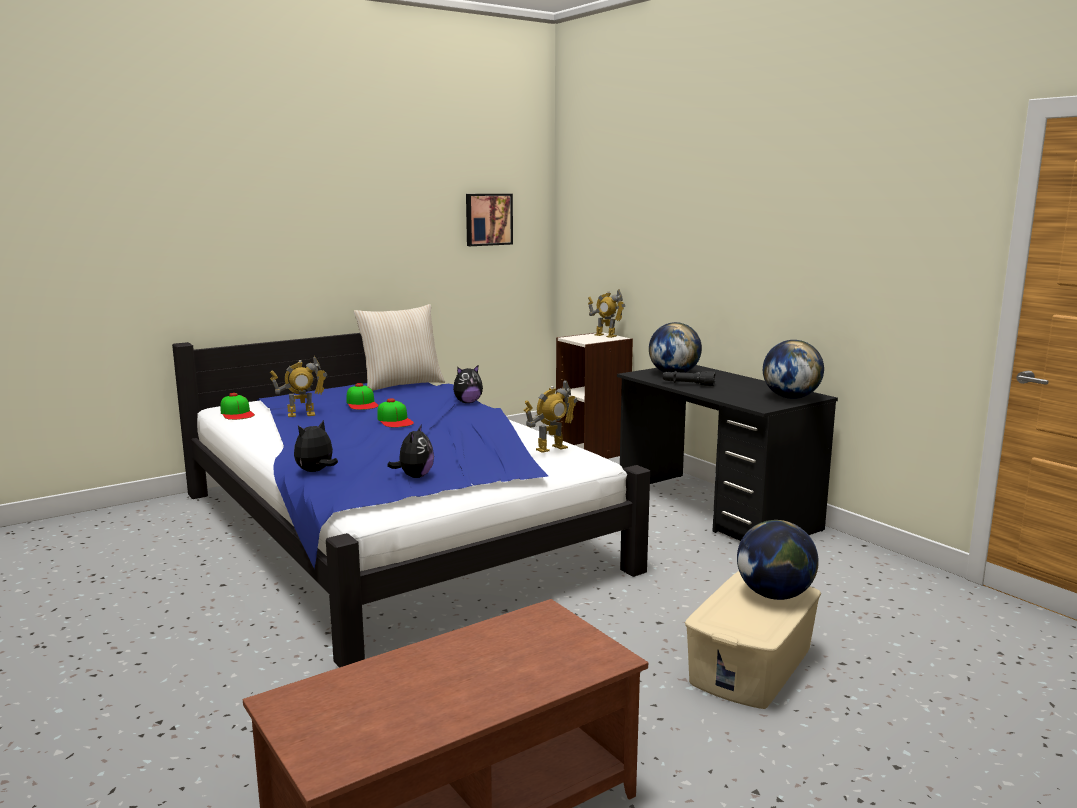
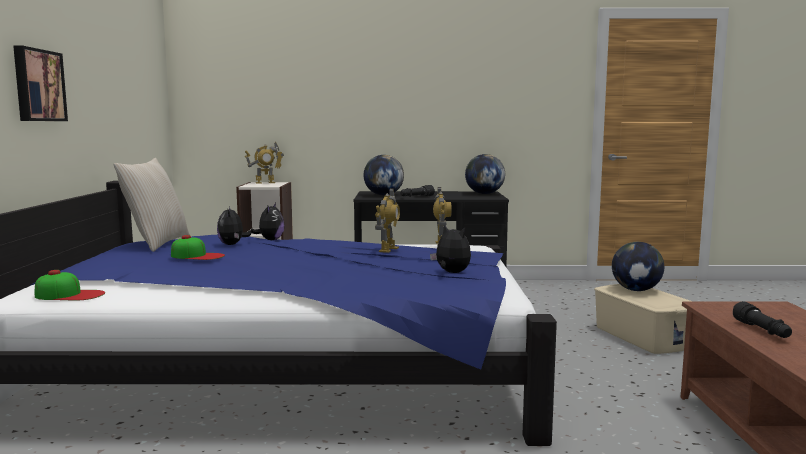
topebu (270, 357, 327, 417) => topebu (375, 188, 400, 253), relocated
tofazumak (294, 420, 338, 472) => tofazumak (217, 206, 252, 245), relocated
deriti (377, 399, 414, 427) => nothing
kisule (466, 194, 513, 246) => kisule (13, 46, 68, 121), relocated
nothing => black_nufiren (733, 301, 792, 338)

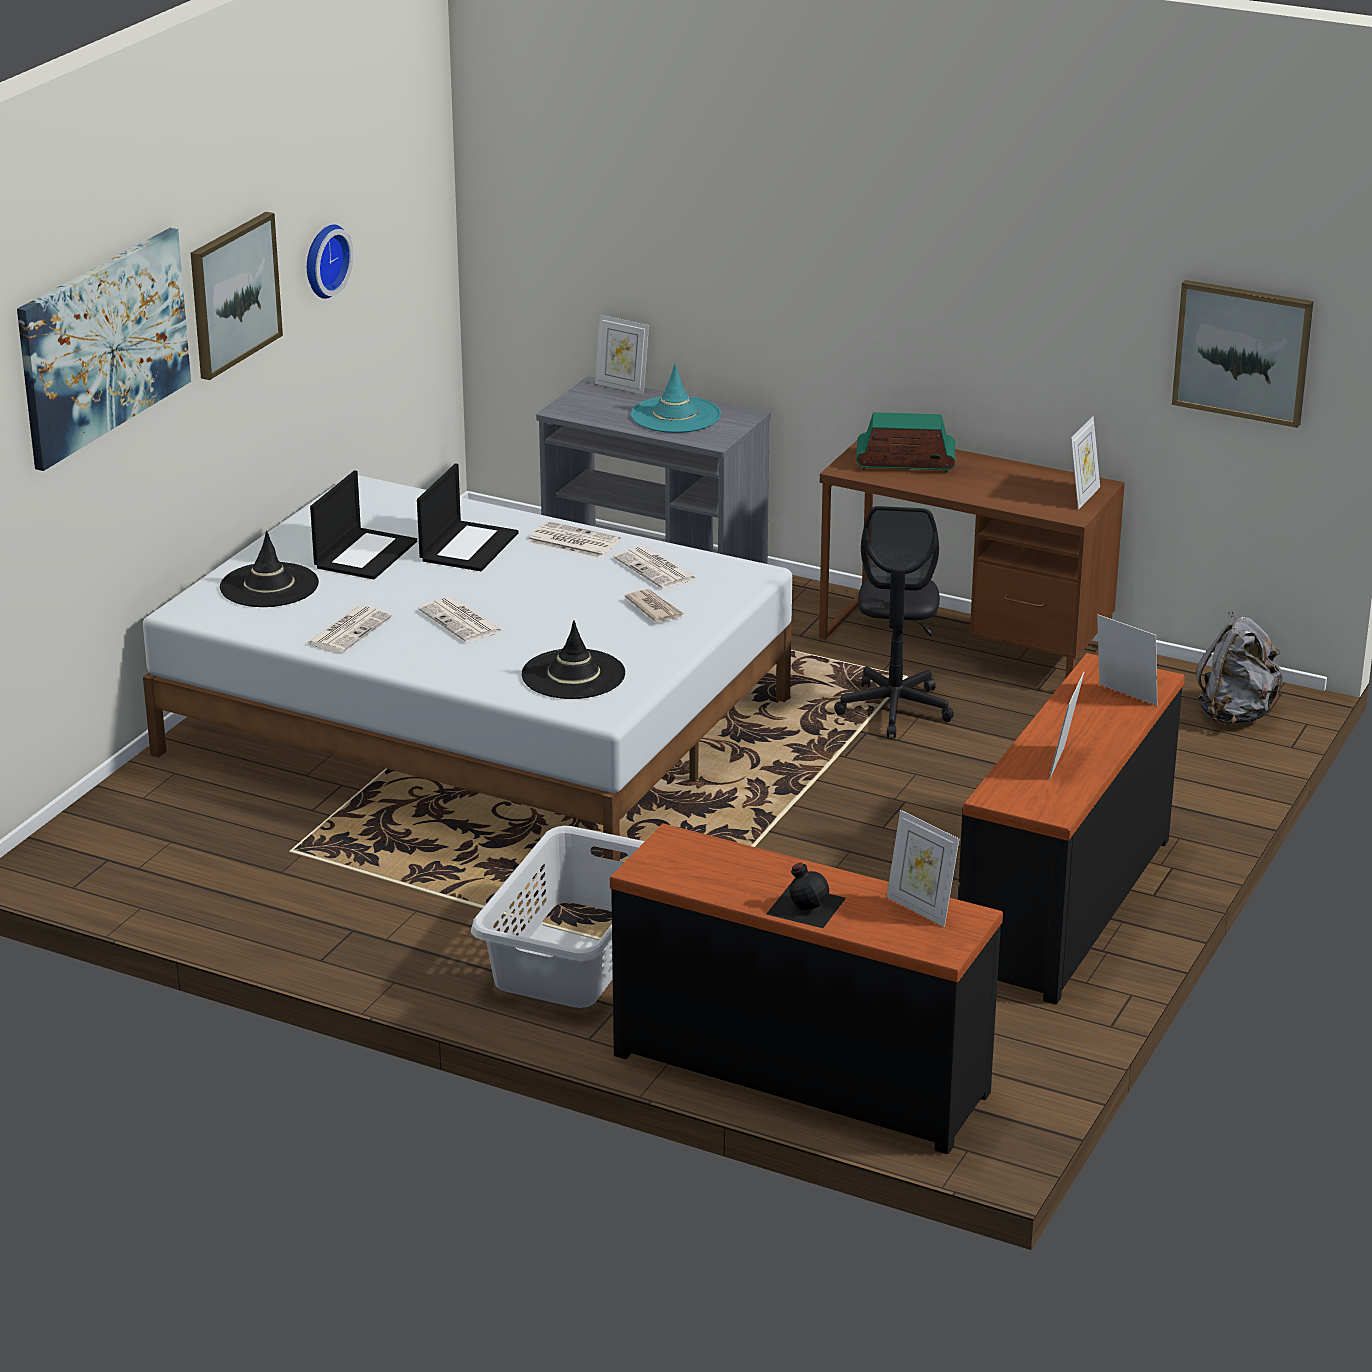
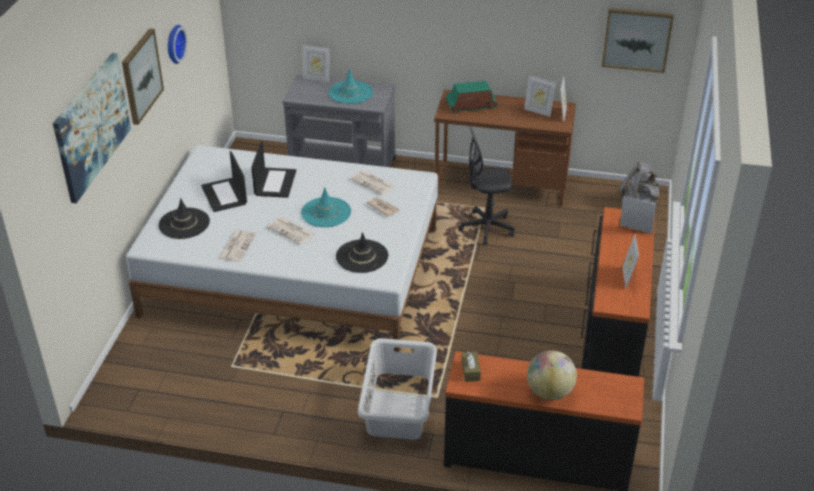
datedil (310, 470, 417, 579) => datedil (201, 151, 247, 212), 150 degrees clockwise
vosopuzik (527, 521, 621, 558) => nothing
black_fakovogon (766, 862, 846, 928) => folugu (527, 350, 577, 400)
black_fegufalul (834, 506, 954, 738) => black_fegufalul (458, 125, 515, 245), 90 degrees clockwise
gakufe (887, 810, 959, 927) => gakufe (524, 75, 556, 117), relocated
nothing => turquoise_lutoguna (301, 187, 351, 227)
nothing => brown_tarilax (461, 352, 481, 382)

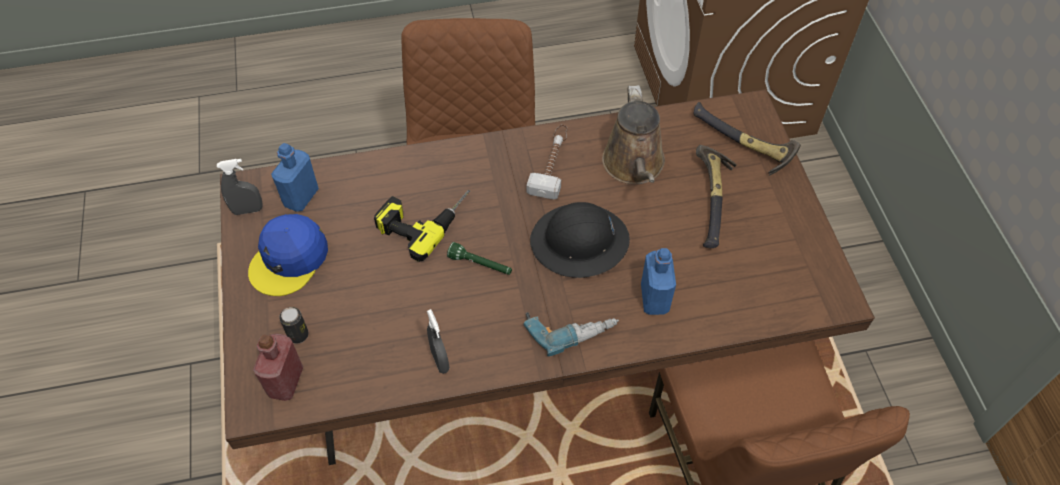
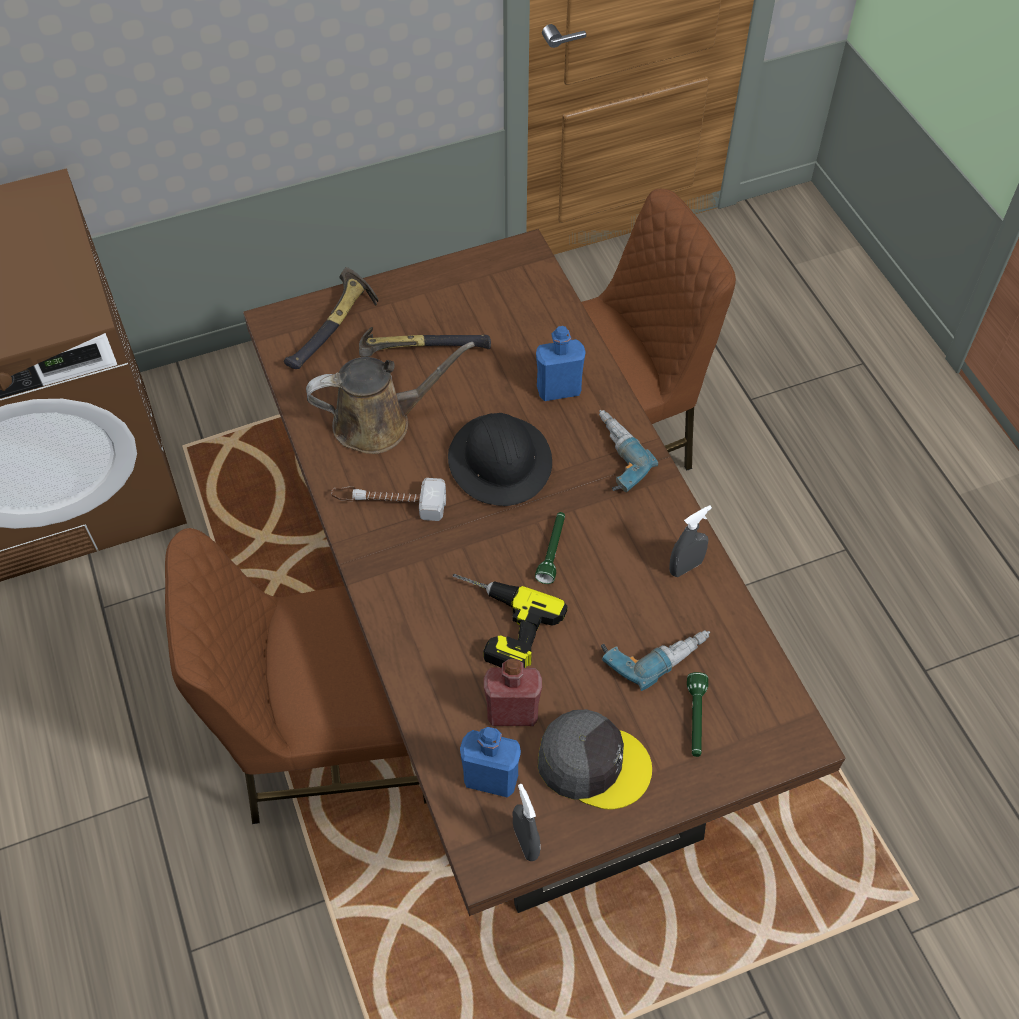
blue_deriti (248, 214, 328, 296) => grey_deriti (538, 709, 652, 810)
red_fakovogon (253, 334, 303, 401) => red_fakovogon (484, 659, 542, 726), relocated
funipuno (279, 307, 309, 344) => green_nufiren (687, 672, 708, 757)
nothing => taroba (601, 630, 710, 691)

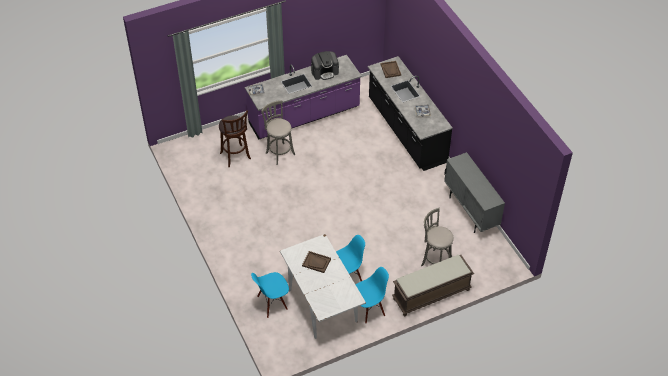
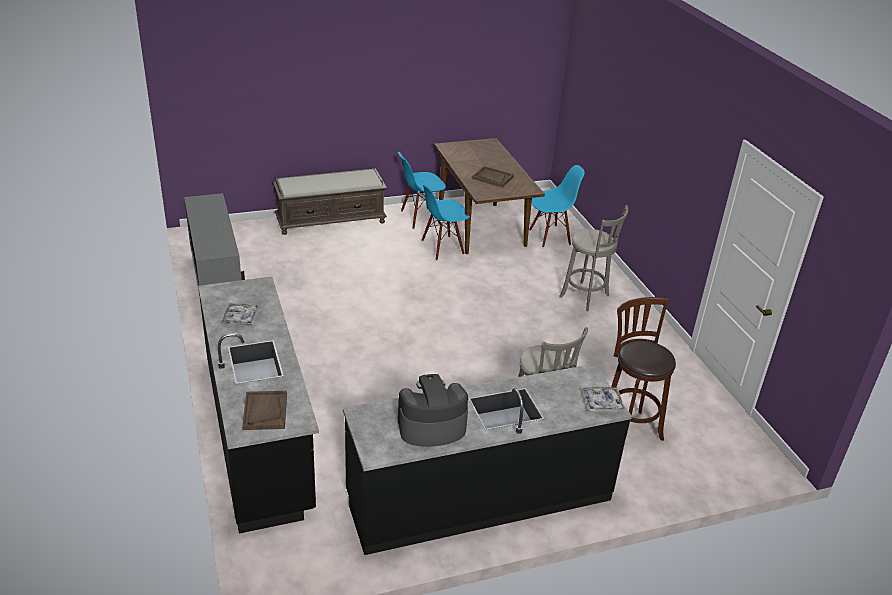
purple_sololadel (245, 55, 362, 139) => black_sololadel (343, 364, 632, 555)
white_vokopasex (280, 234, 366, 339) => brown_vokopasex (434, 138, 545, 254)
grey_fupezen (421, 208, 454, 266) => grey_fupezen (559, 205, 628, 311), relocated

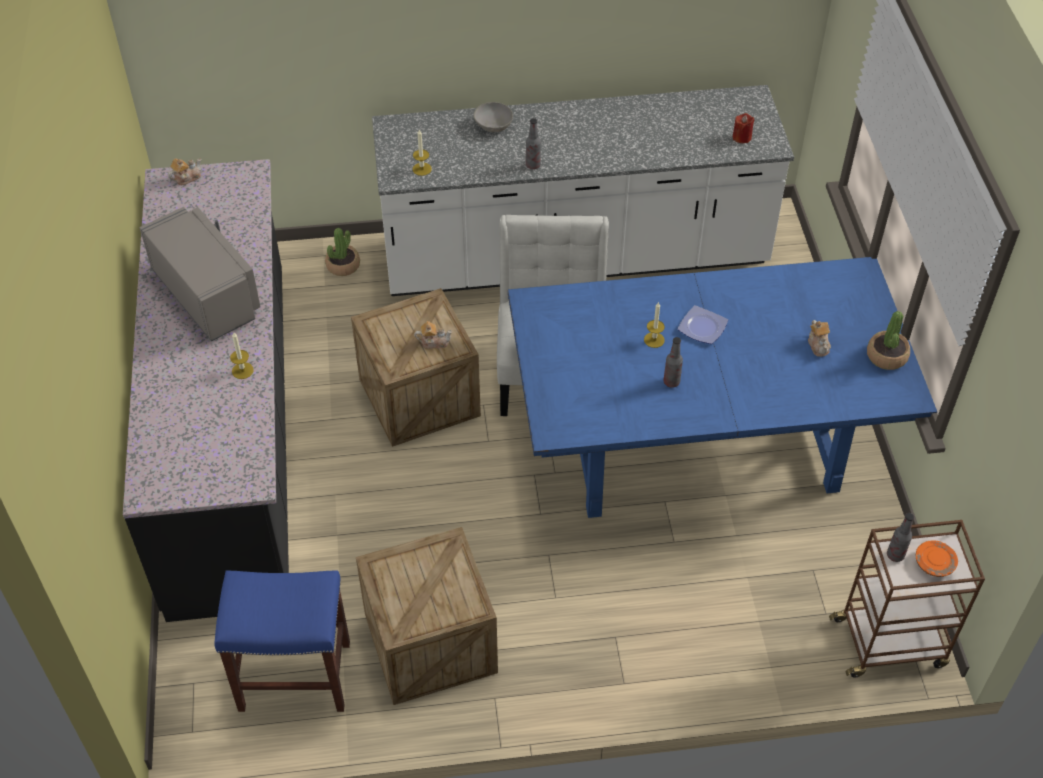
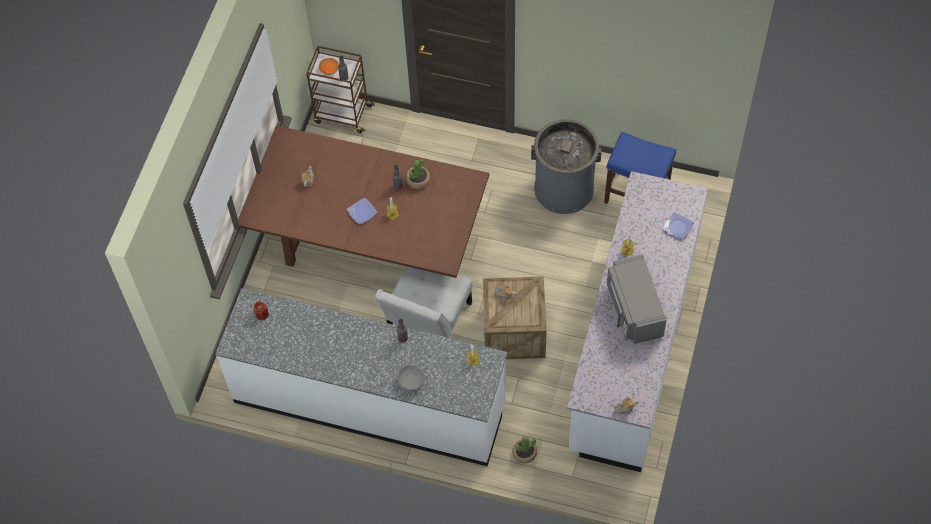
black_sololadel (123, 159, 289, 622) => white_sololadel (567, 171, 708, 472)
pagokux (356, 527, 498, 705) => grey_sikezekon (531, 119, 602, 214)
blue_vokopasex (508, 257, 937, 518) => brown_vokopasex (238, 125, 489, 278)
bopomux (867, 311, 910, 370) => bopomux (406, 159, 430, 189), relocated
nothing => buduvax (663, 212, 694, 240)

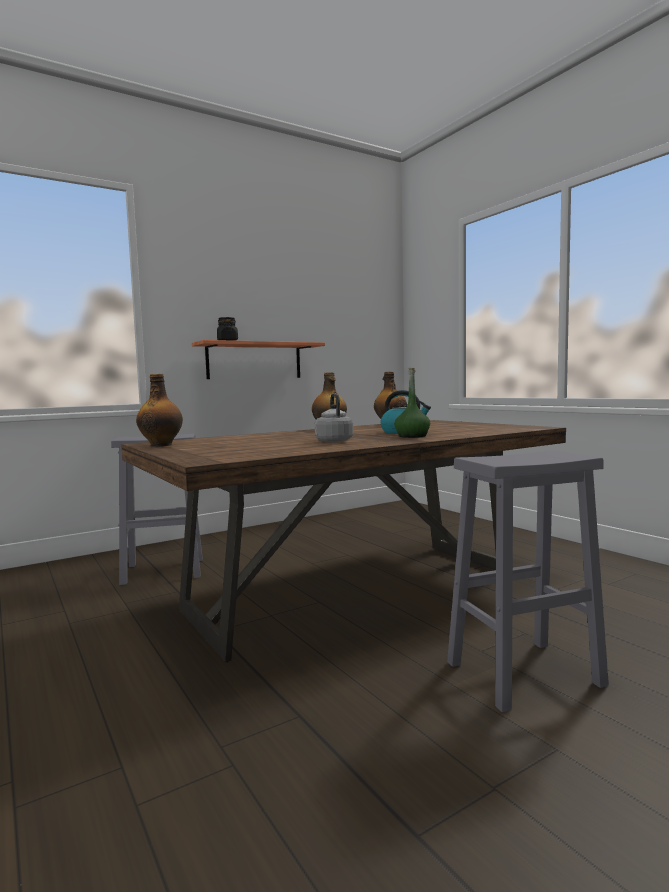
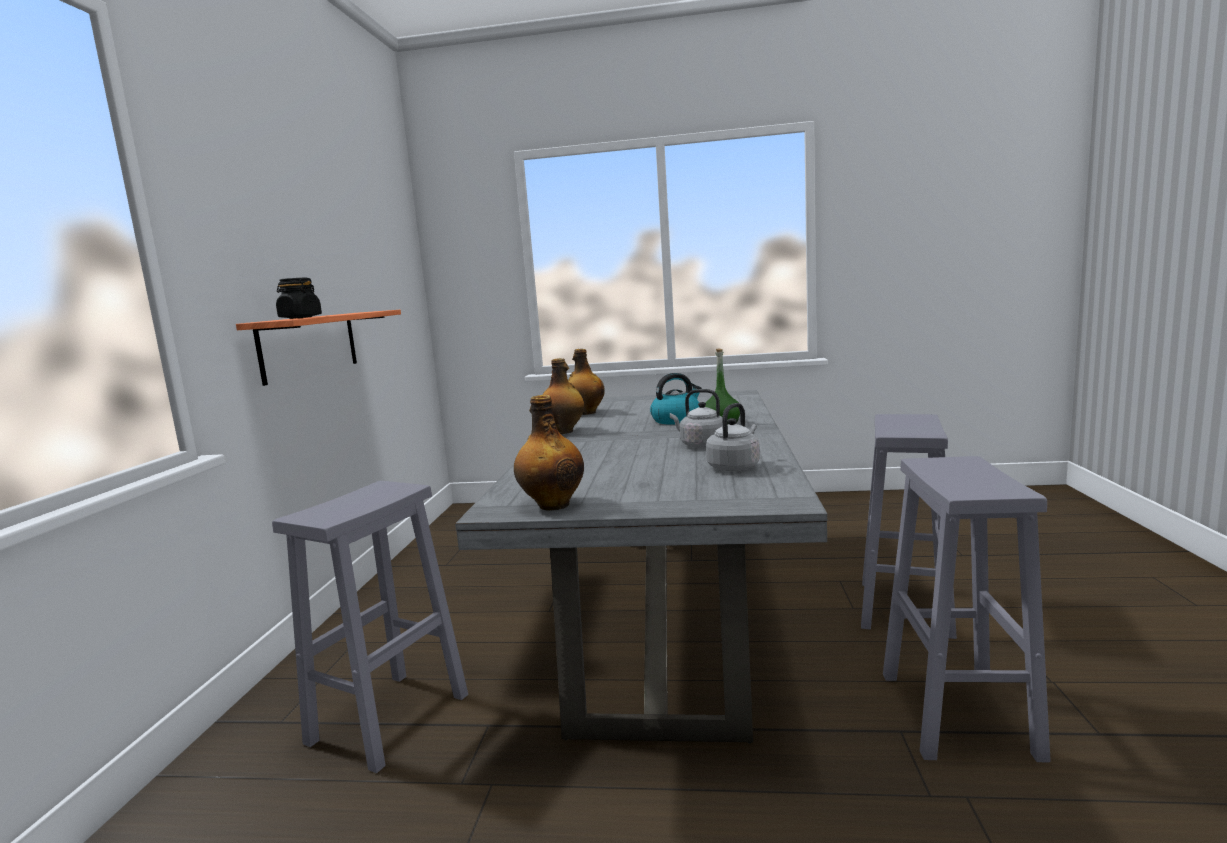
brown_vokopasex (121, 420, 566, 663) => grey_vokopasex (455, 390, 827, 743)
nothing => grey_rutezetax (706, 403, 760, 471)
nothing => grey_fupezen (883, 456, 1051, 762)

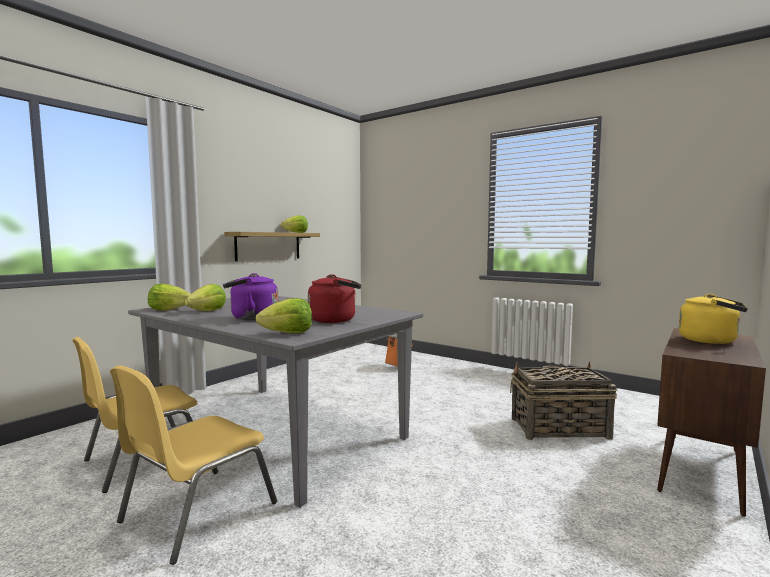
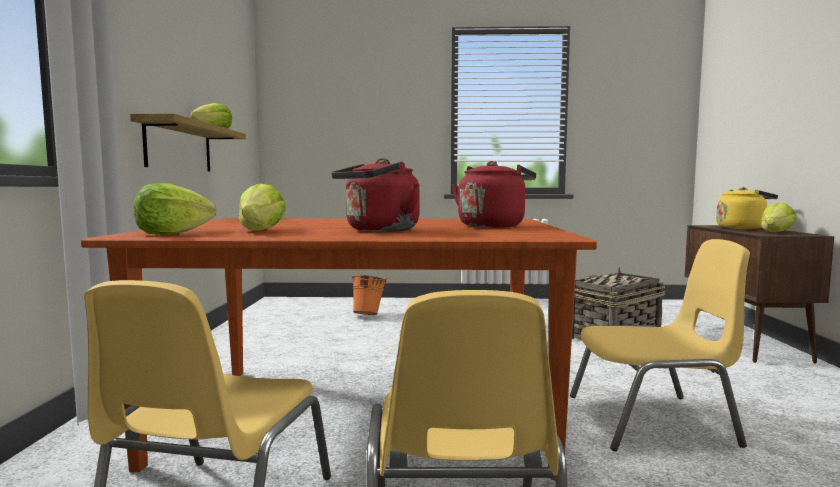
grey_vokopasex (128, 296, 423, 508) => brown_vokopasex (81, 218, 597, 480)
purple_rutezetax (223, 273, 278, 320) => red_rutezetax (331, 158, 420, 232)
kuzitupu (256, 298, 312, 333) => kuzitupu (761, 203, 796, 232), relocated
nothing => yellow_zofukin (570, 239, 750, 452)

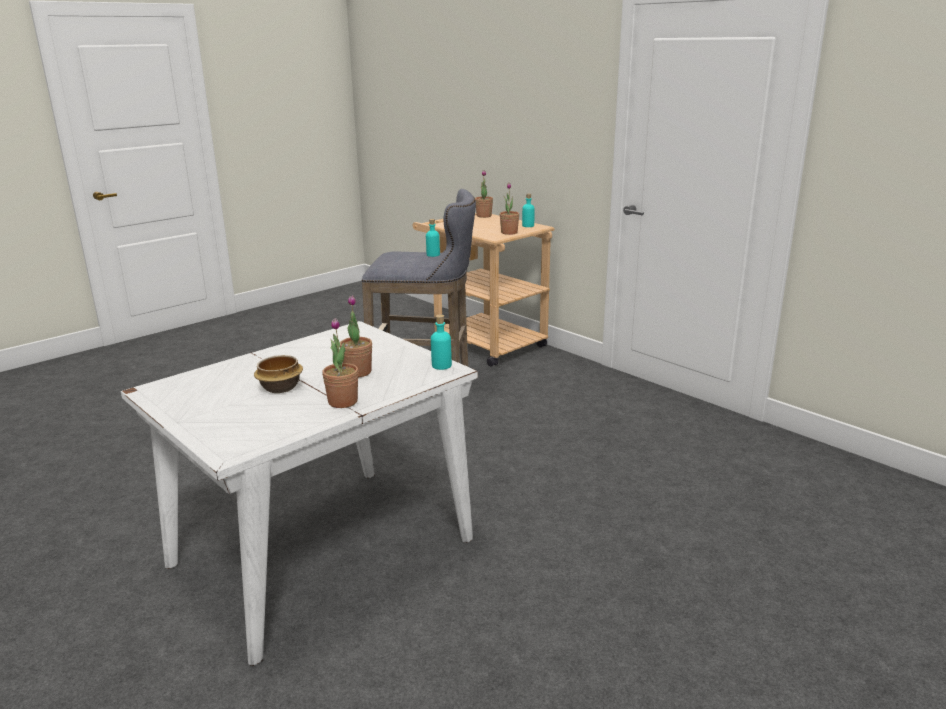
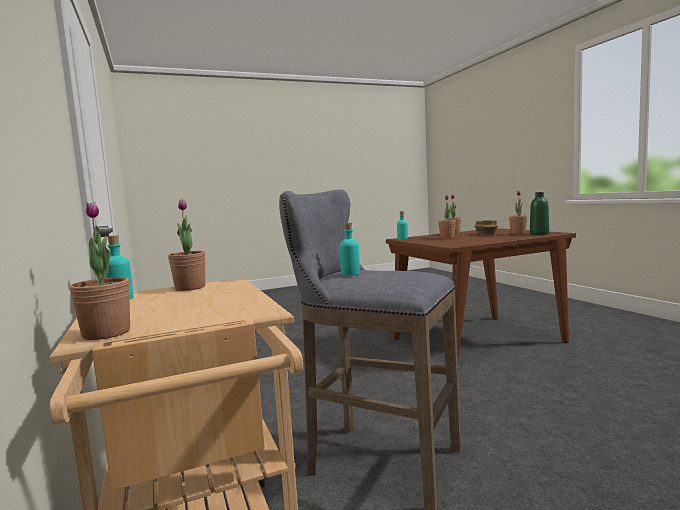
white_vokopasex (121, 321, 478, 666) => brown_vokopasex (386, 228, 576, 358)
nothing => bopomux (509, 190, 527, 234)
nothing => green_fakovogon (530, 192, 549, 235)

